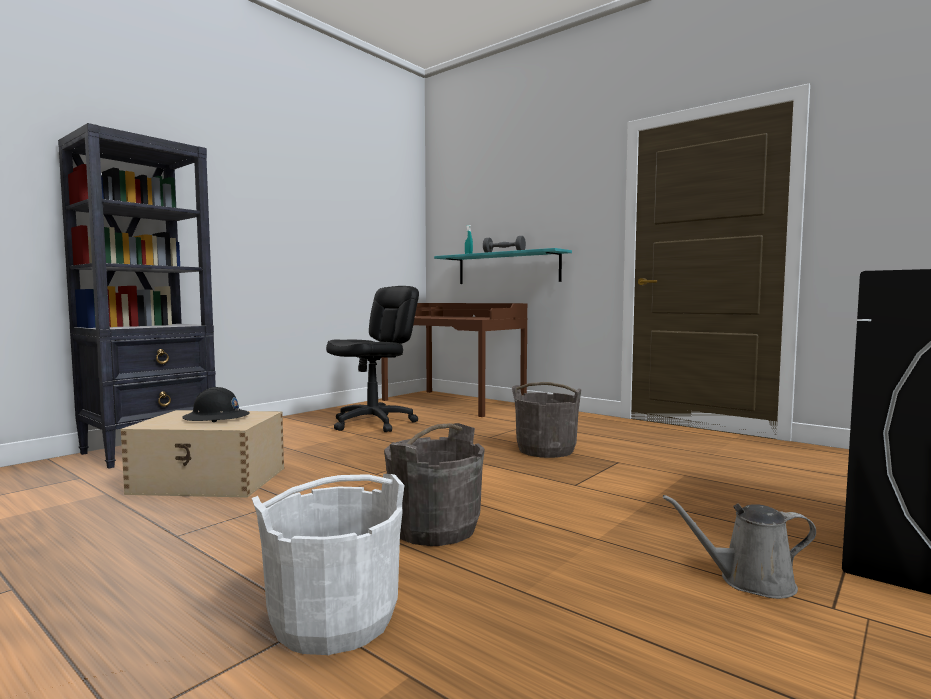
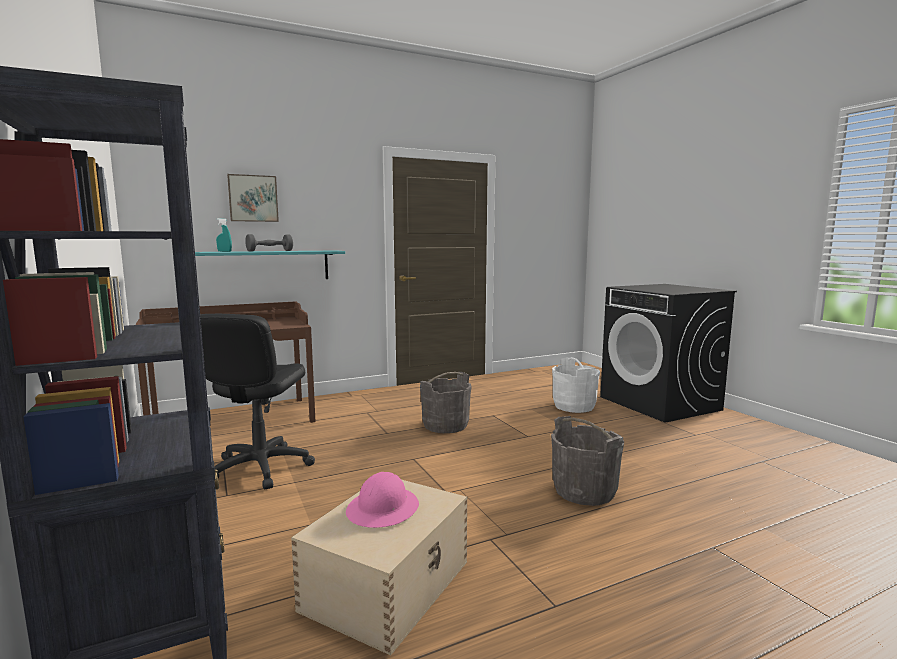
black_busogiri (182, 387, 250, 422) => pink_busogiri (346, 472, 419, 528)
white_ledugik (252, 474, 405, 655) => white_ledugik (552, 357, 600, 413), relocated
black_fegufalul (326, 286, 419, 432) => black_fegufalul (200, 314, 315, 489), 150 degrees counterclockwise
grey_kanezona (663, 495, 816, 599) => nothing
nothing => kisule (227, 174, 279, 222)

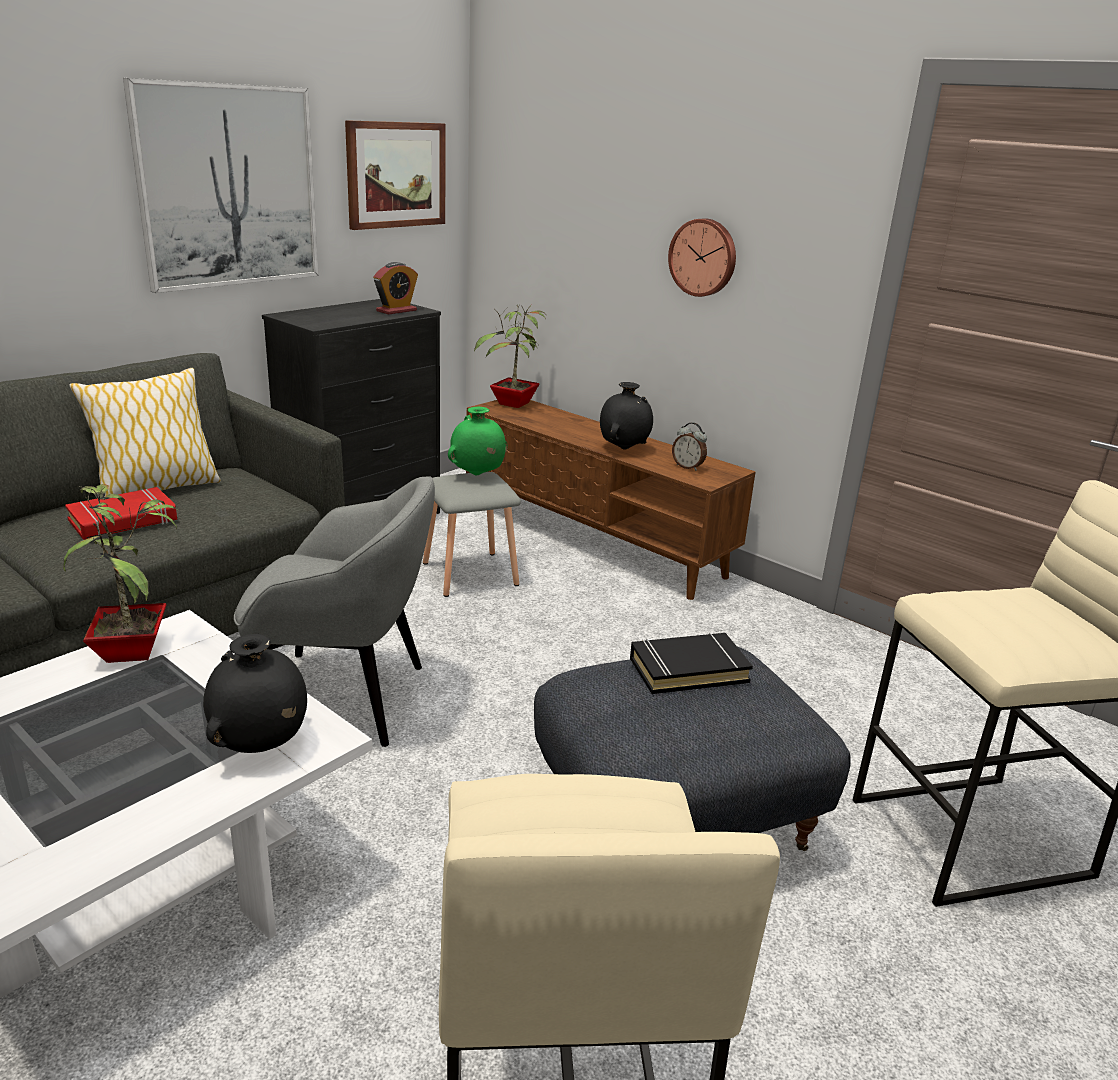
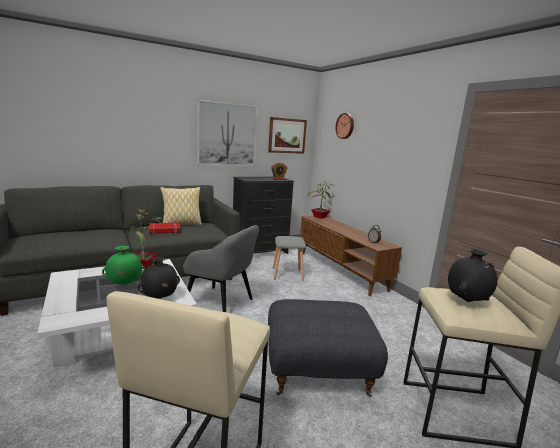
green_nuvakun (448, 407, 508, 476) => green_nuvakun (102, 246, 145, 285), relocated
black_nuvakun (600, 382, 653, 449) => black_nuvakun (448, 249, 498, 302), relocated
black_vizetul (630, 632, 753, 694) => nothing
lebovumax (668, 218, 736, 297) => lebovumax (335, 113, 354, 139), relocated

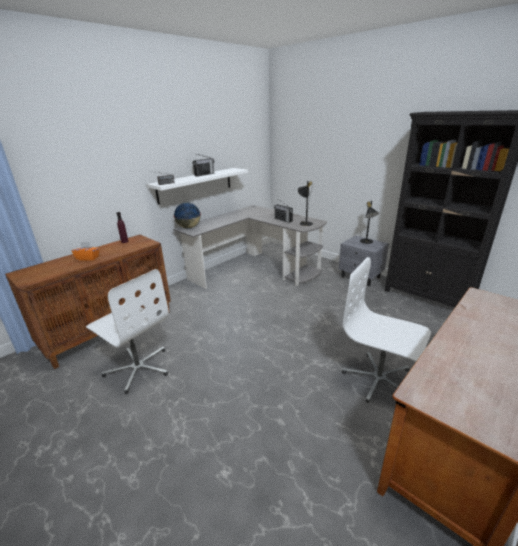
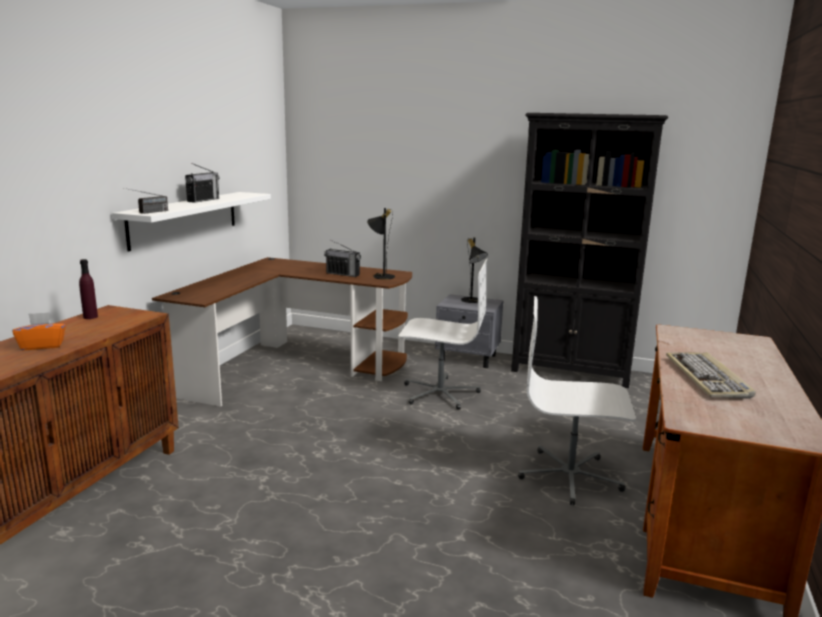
white_fegufalul (86, 269, 169, 394) => white_fegufalul (398, 258, 488, 410), relocated
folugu (173, 202, 201, 229) => nothing
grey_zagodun (173, 205, 327, 289) => brown_zagodun (152, 257, 412, 407)
nothing => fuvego (666, 352, 756, 399)

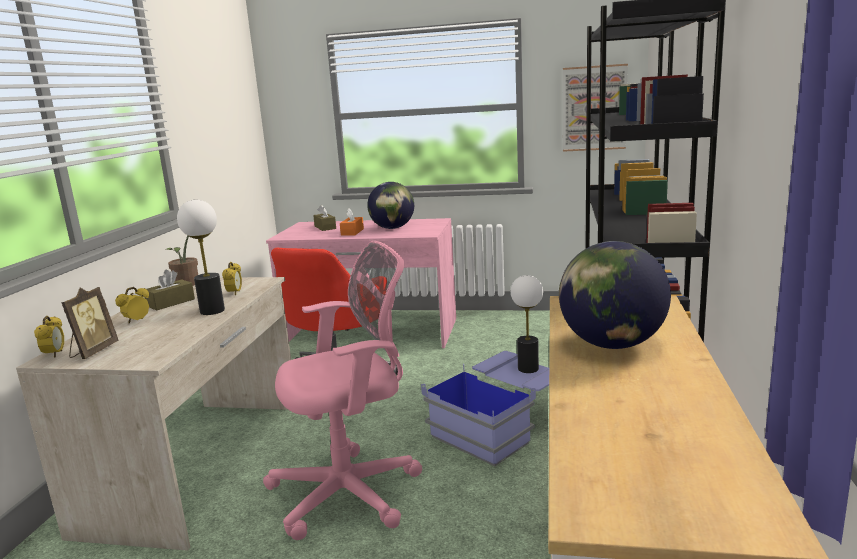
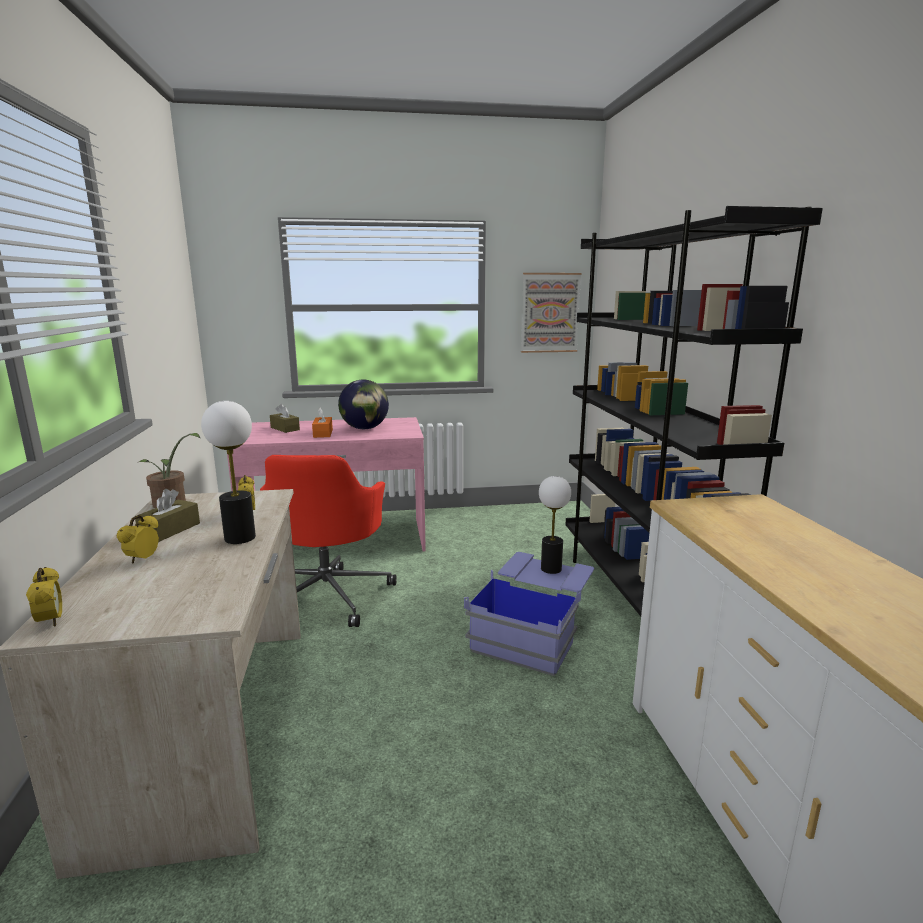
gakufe (61, 287, 118, 359) => nothing
pink_fegufalul (263, 241, 422, 540) => nothing
folugu (559, 241, 671, 349) => nothing

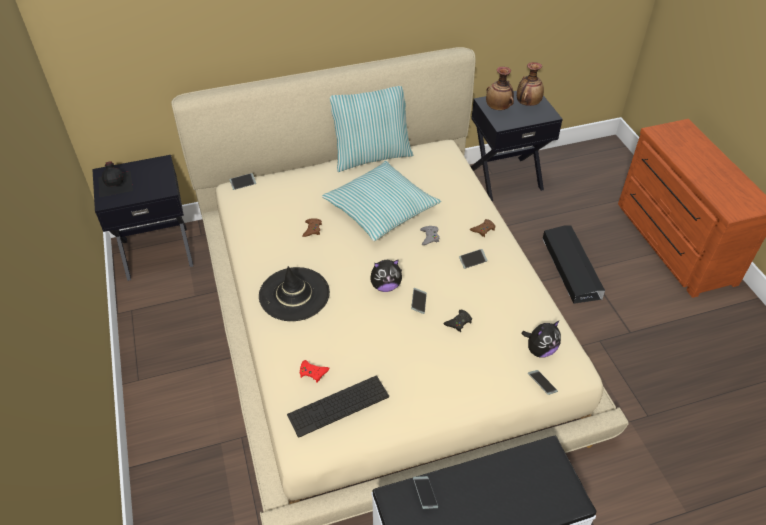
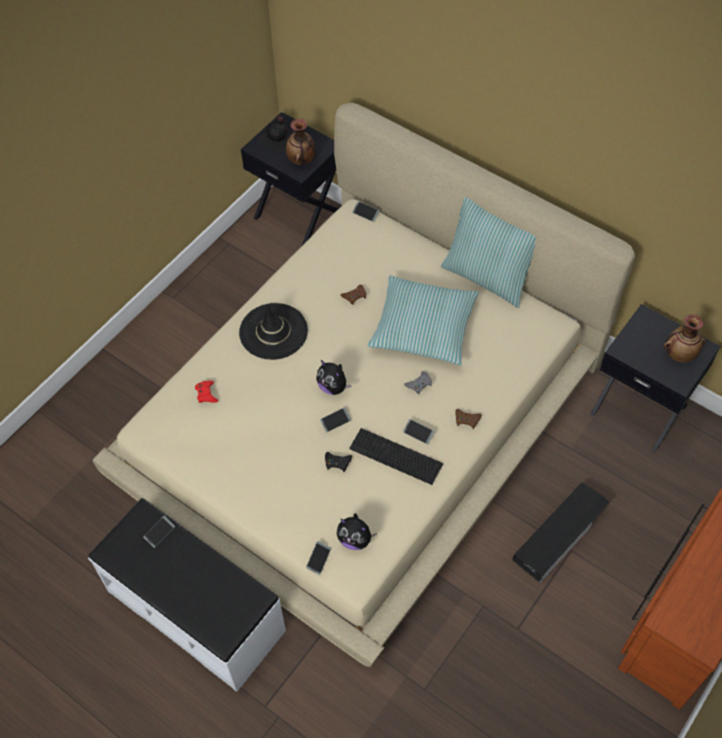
fuvego (287, 375, 389, 438) => fuvego (349, 428, 443, 485), relocated
nuvakun (486, 67, 514, 110) => nuvakun (286, 119, 316, 165), relocated

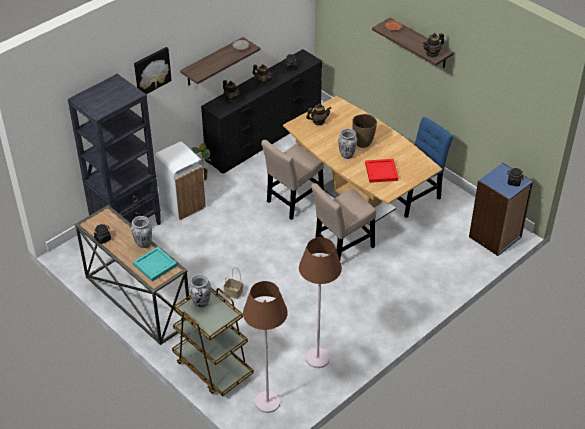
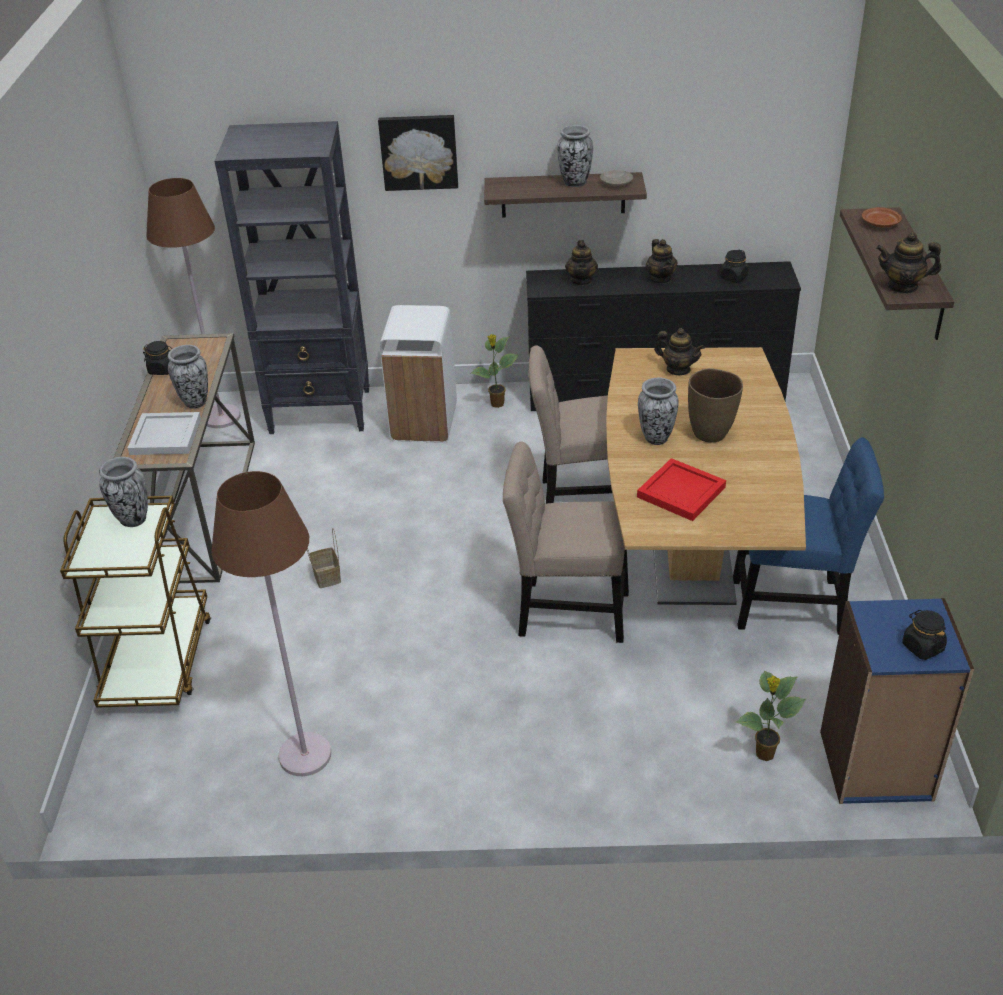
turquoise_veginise (133, 246, 177, 282) => white_veginise (128, 412, 201, 455)
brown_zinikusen (243, 281, 288, 413) => brown_zinikusen (146, 178, 240, 428), relocated
nothing => nuvakun (557, 125, 593, 187)
nothing => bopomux (736, 670, 806, 761)

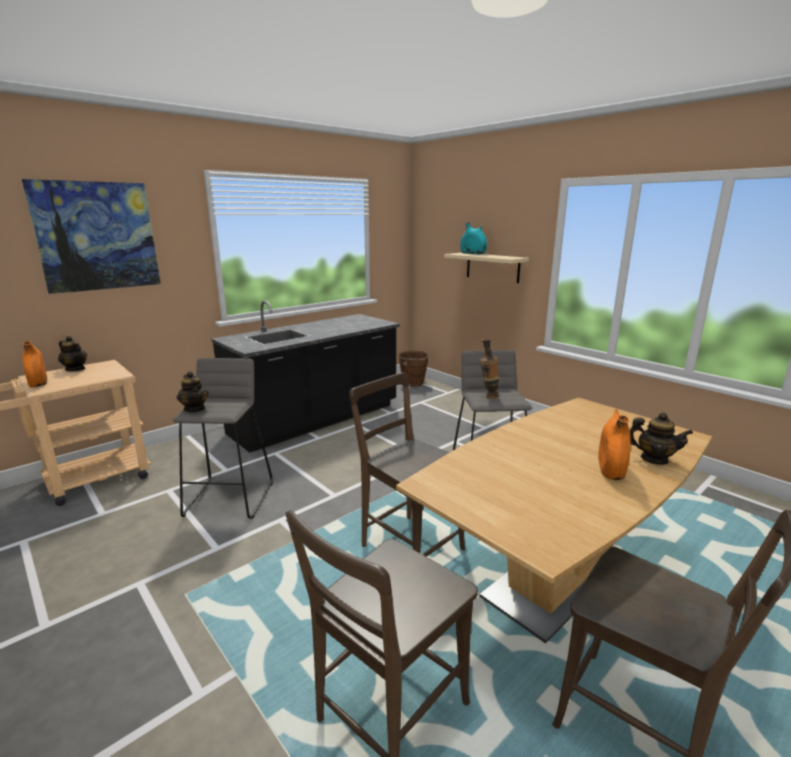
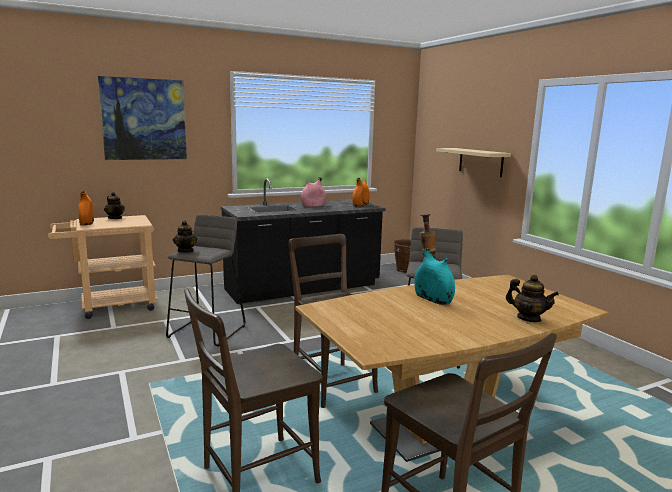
turquoise_nuvakun (460, 222, 487, 255) => turquoise_nuvakun (414, 248, 455, 305), relocated
orange_nuvakun (598, 409, 631, 480) => orange_nuvakun (352, 178, 370, 207), relocated
nothing => pink_nuvakun (301, 177, 326, 207)

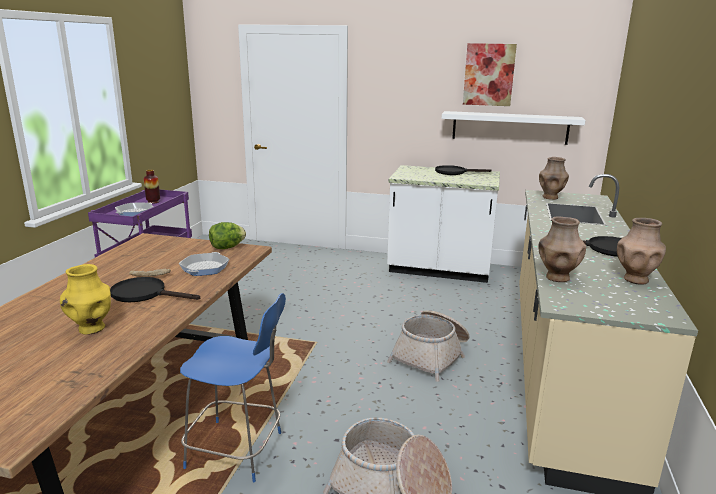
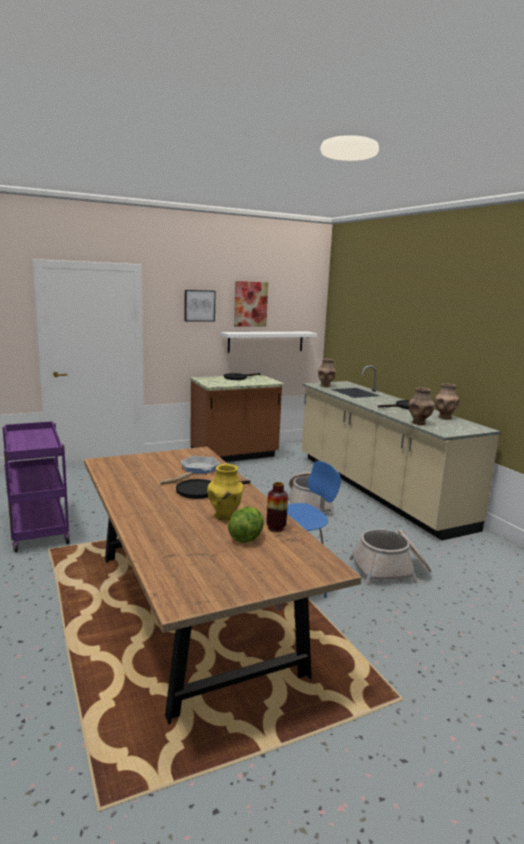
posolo (115, 202, 153, 216) => nothing
nuvakun (144, 170, 160, 204) => nuvakun (267, 482, 288, 532), relocated
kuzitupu (209, 222, 246, 249) => kuzitupu (228, 507, 264, 543), relocated
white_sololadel (387, 165, 500, 283) => brown_sololadel (190, 374, 284, 462)
nothing => kisule (185, 290, 216, 322)

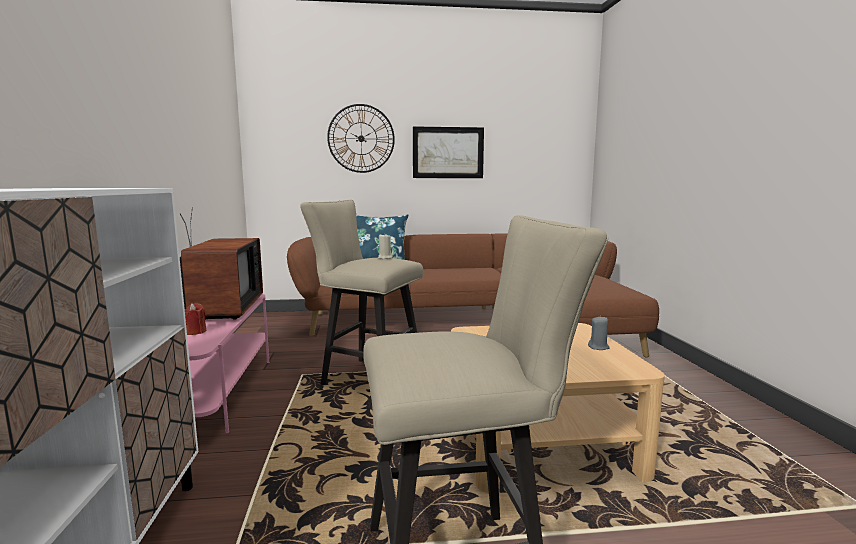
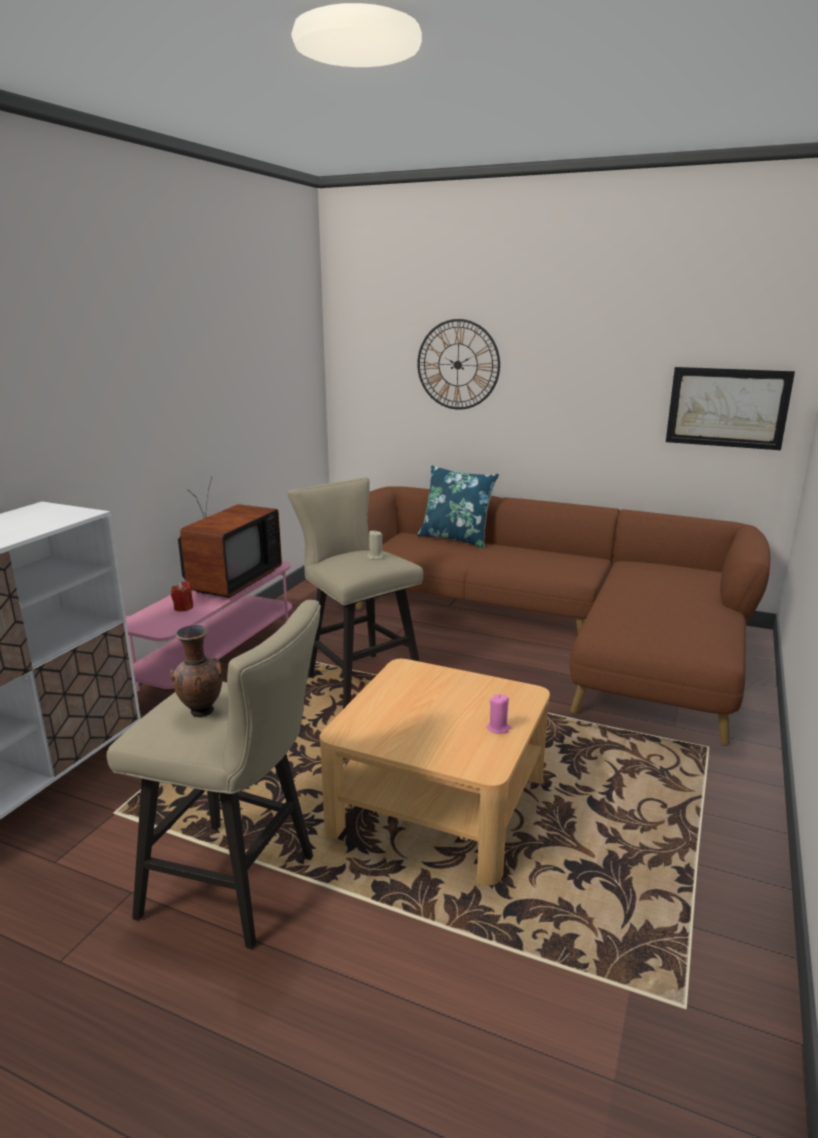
kisule (413, 126, 484, 178) => kisule (666, 367, 795, 450), relocated
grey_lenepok (588, 316, 610, 350) => pink_lenepok (487, 694, 511, 734)
nothing => brown_nuvakun (170, 625, 223, 717)

